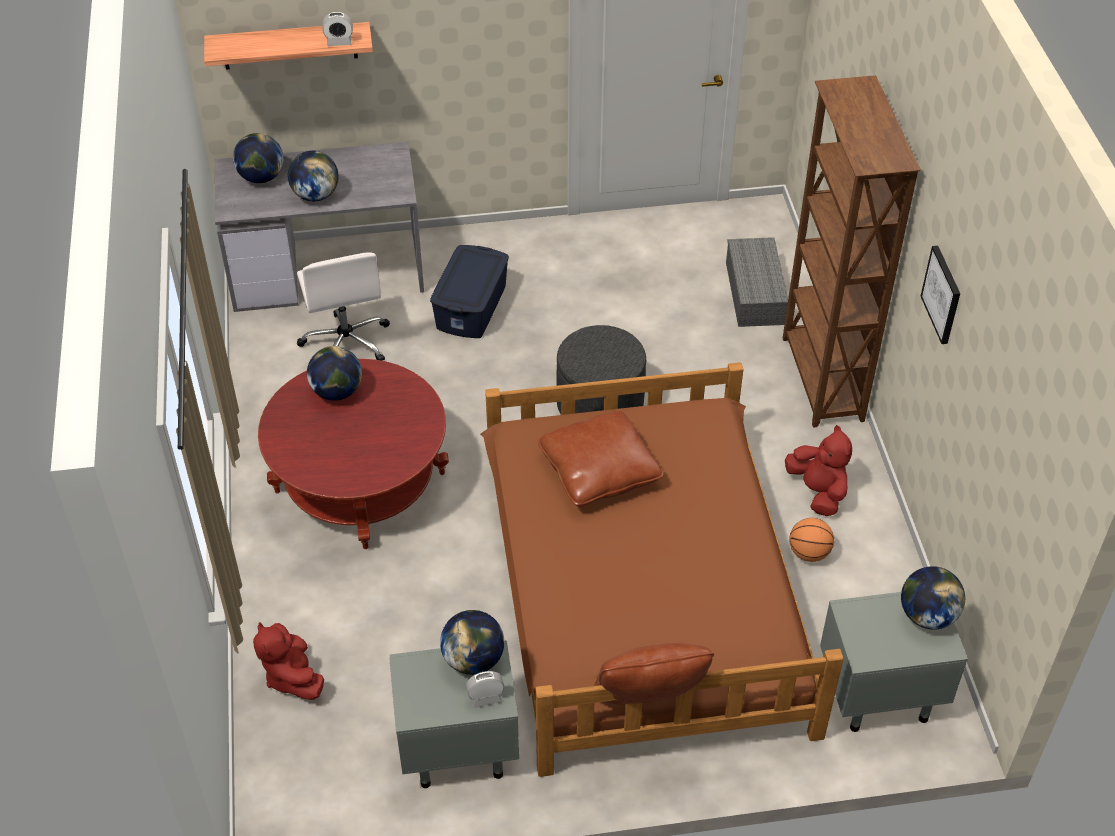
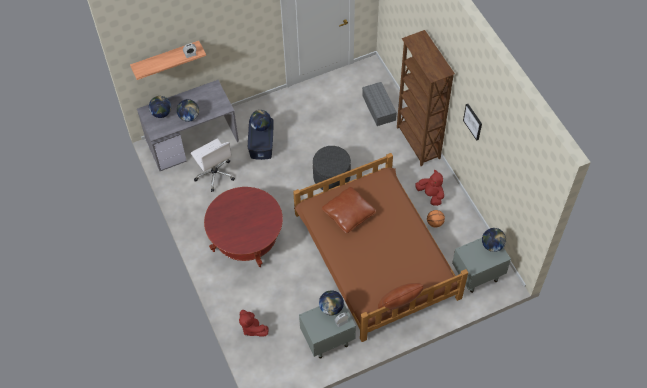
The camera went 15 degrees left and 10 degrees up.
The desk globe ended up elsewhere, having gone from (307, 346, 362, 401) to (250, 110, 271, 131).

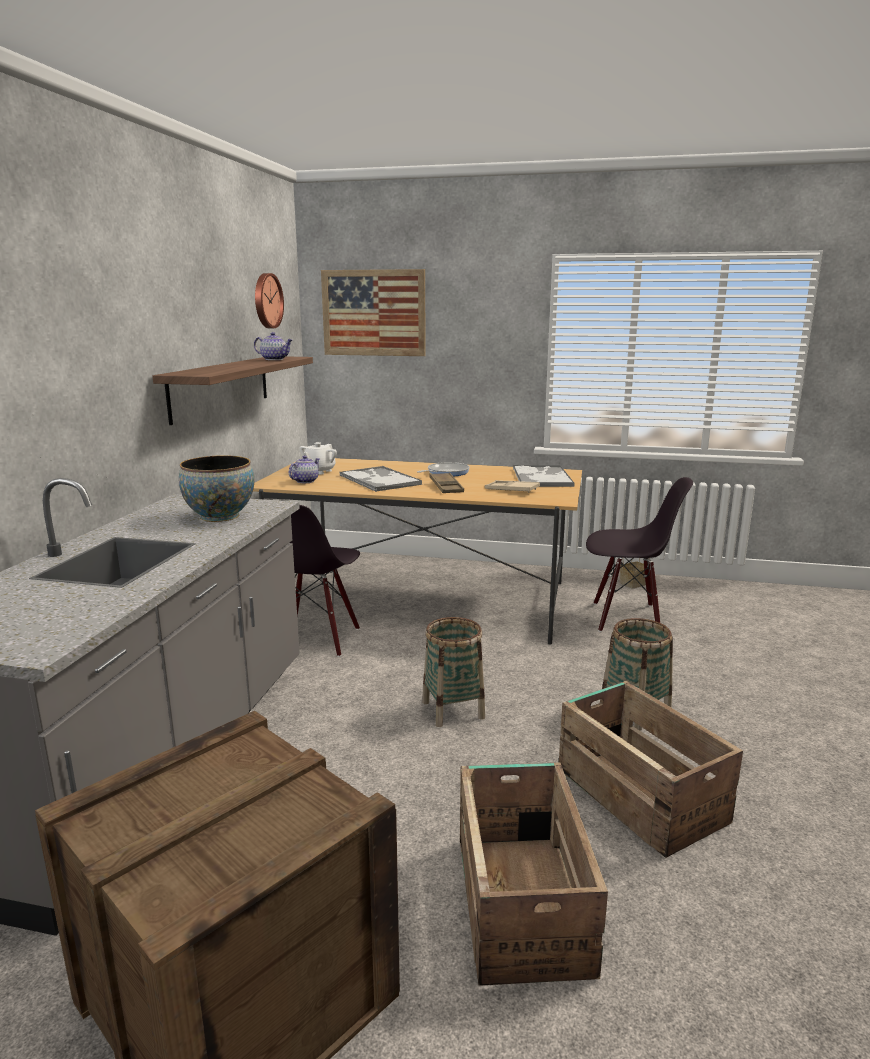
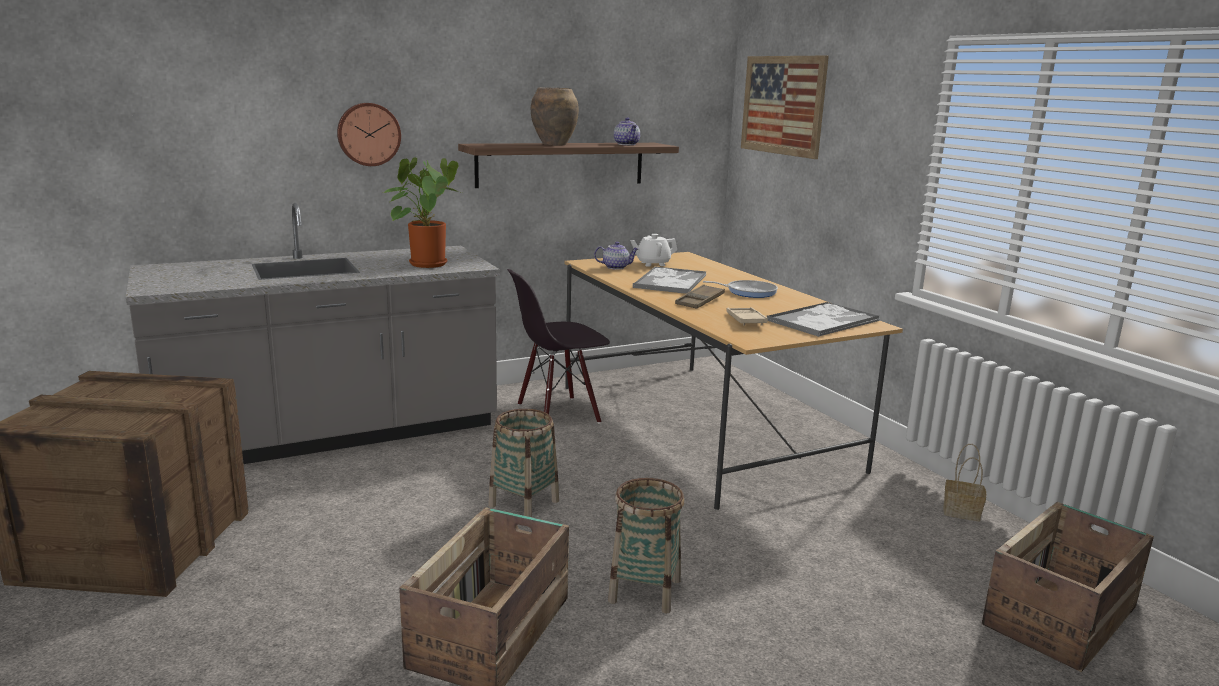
The camera went 50 degrees right and 0 degrees up.
The clock on the wall ended up elsewhere, having gone from (255, 273, 284, 328) to (337, 103, 401, 166).
Where the serving bowl stood at (179, 455, 254, 522), the plant in a pot came to stand at (384, 157, 462, 268).
The second view lost the chair (black-coloured) at (586, 477, 693, 632).
The packing crate ended up elsewhere, having gone from (460, 762, 608, 986) to (982, 502, 1154, 672).
The second view gained the vase (brownish) at (531, 88, 579, 146).

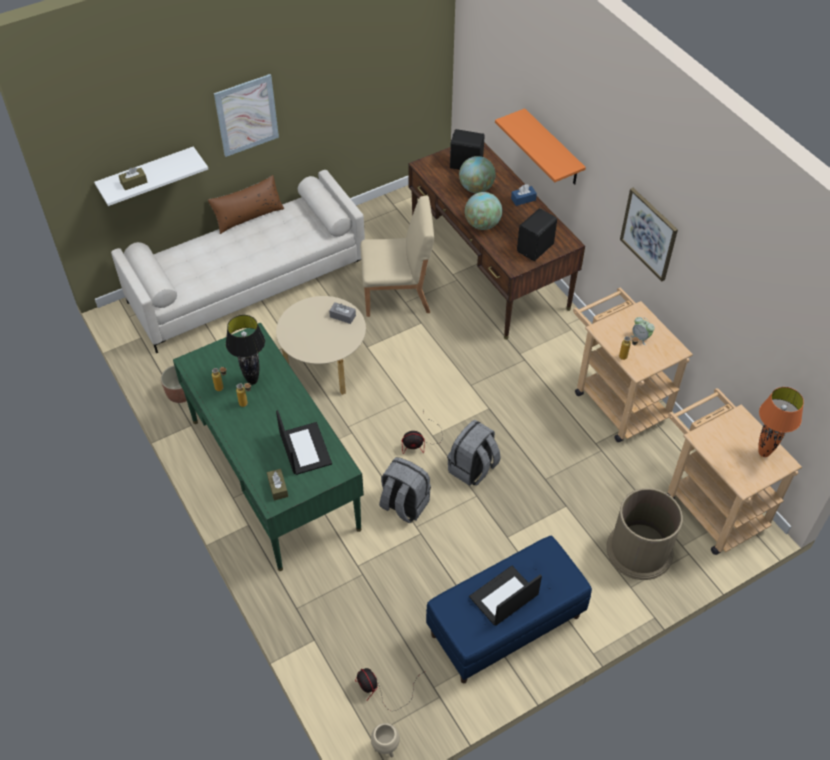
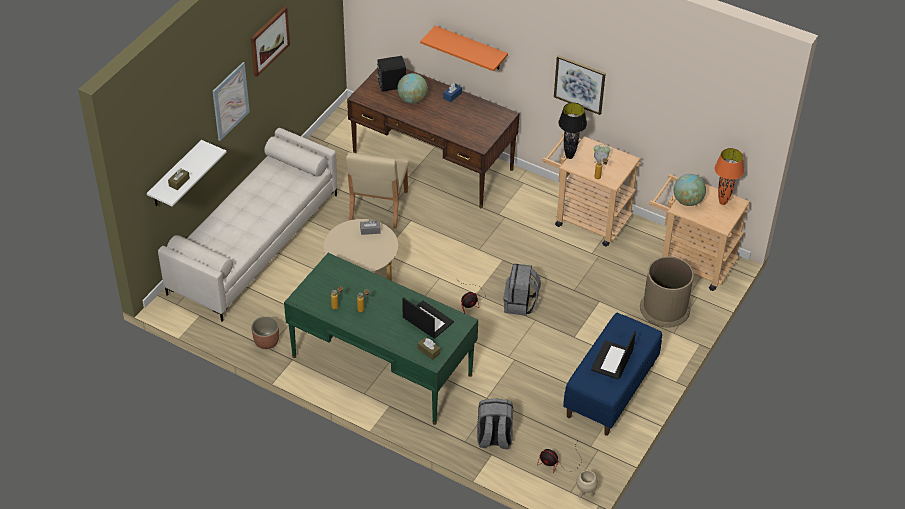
The camera went 30 degrees left and 5 degrees down.
The second view lost the cushion (brownish) at (208, 175, 284, 234).
The desk globe ended up elsewhere, having gone from (465, 192, 502, 230) to (674, 174, 706, 206).
The chair (beige) at (360, 196, 434, 317) ended up facing another way, 135 degrees clockwise from before.
The second view lost the loudspeaker (black-coloured) at (517, 209, 557, 261).
The lamp for a table (black-coloured) ended up elsewhere, having gone from (226, 315, 265, 385) to (558, 103, 587, 159).
The knapsack (grey) ended up elsewhere, having gone from (379, 457, 431, 524) to (477, 399, 513, 449).
The second view gained the picture at (251, 6, 290, 77).

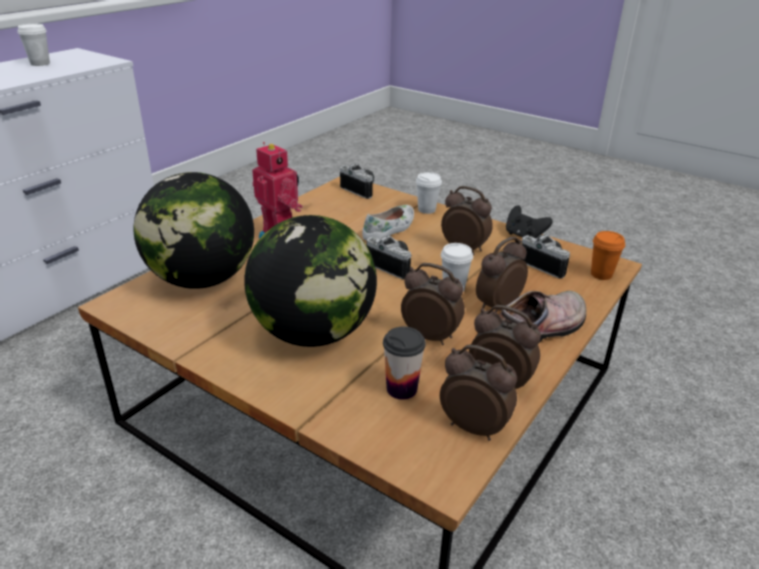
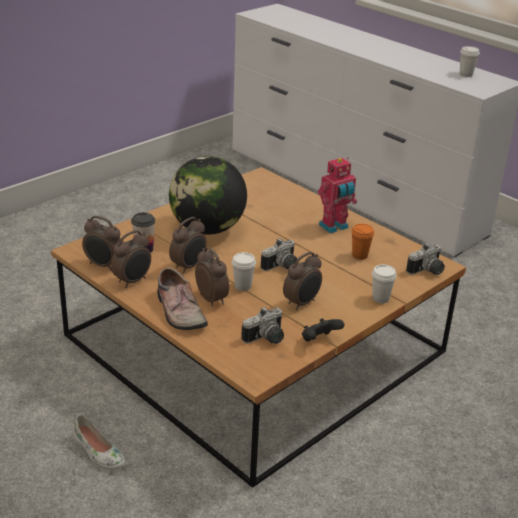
The camera went 100 degrees right and 0 degrees up.
The second view lost the desk globe at (133, 172, 254, 289).
The low shoe (white) ended up elsewhere, having gone from (362, 205, 414, 240) to (73, 415, 126, 470).
The small cup (orangey) ended up elsewhere, having gone from (591, 231, 625, 280) to (351, 224, 374, 260).
The table clock at (440, 345, 517, 441) ended up facing another way, 75 degrees clockwise from before.

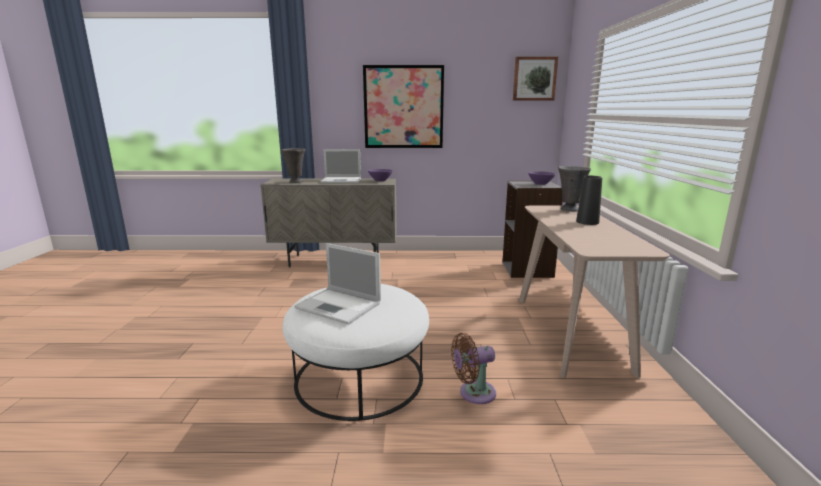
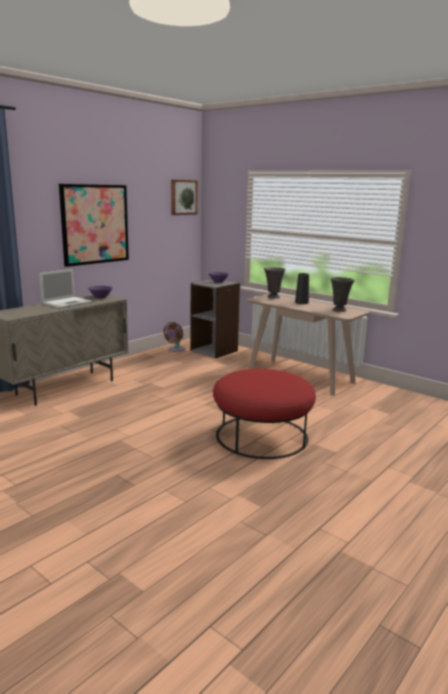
The camera went 50 degrees left and 0 degrees up.
The vase (grey) ended up elsewhere, having gone from (280, 148, 305, 183) to (331, 277, 354, 312).
The second view lost the notebook computer at (294, 243, 381, 325).
What was the footrest (white) at (283, 284, 429, 421) turned into the footrest (red-coloured) at (213, 369, 316, 459).
The electric fan (brownish) ended up elsewhere, having gone from (451, 333, 496, 404) to (163, 322, 185, 352).

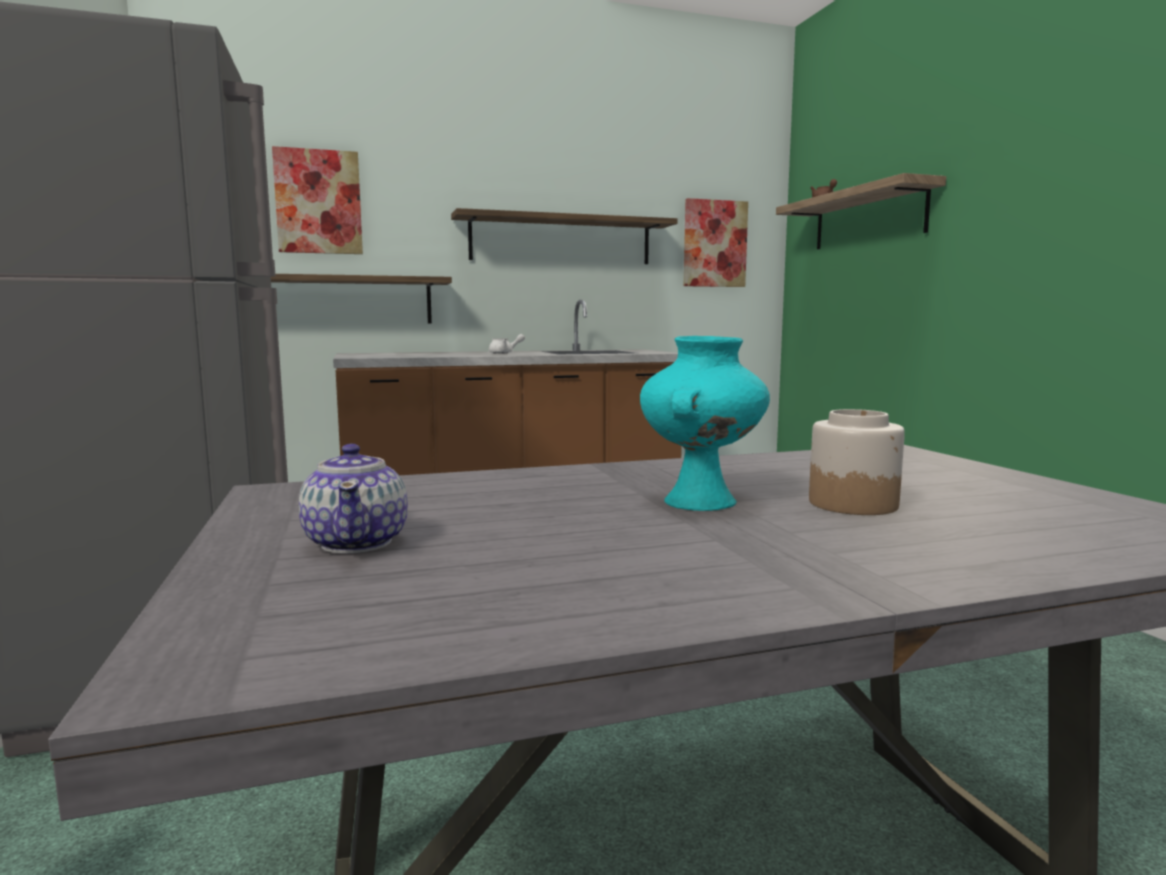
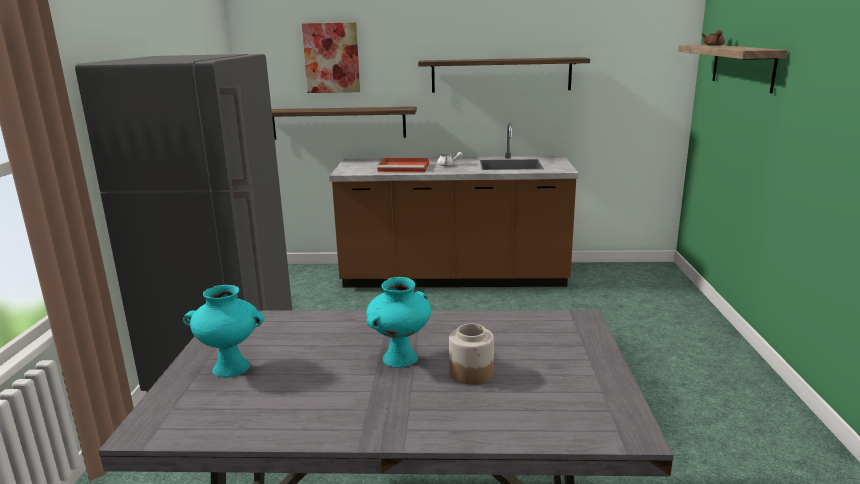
The camera went 20 degrees right and 10 degrees up.
The second view lost the picture at (684, 198, 748, 287).
Where the pot for tea stood at (299, 444, 408, 554), the vase (turquoise) came to stand at (183, 285, 264, 378).
The second view gained the carrying tray (red-coloured) at (377, 158, 429, 172).

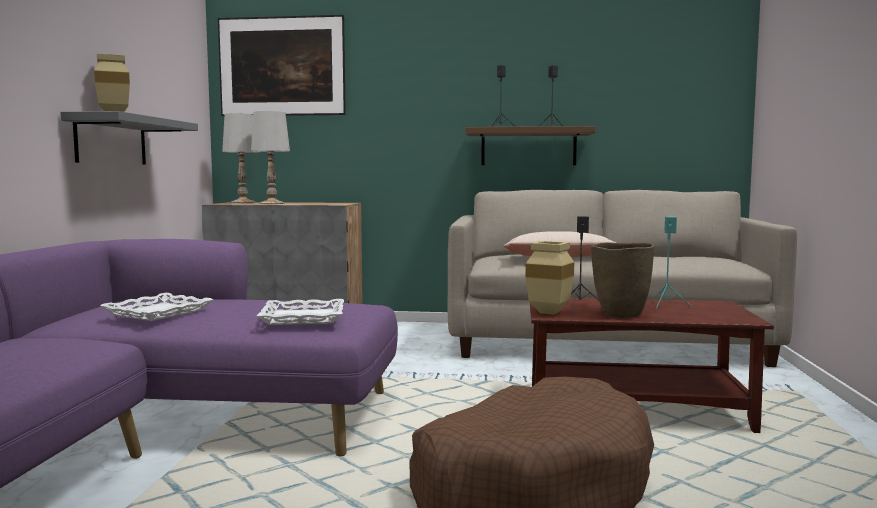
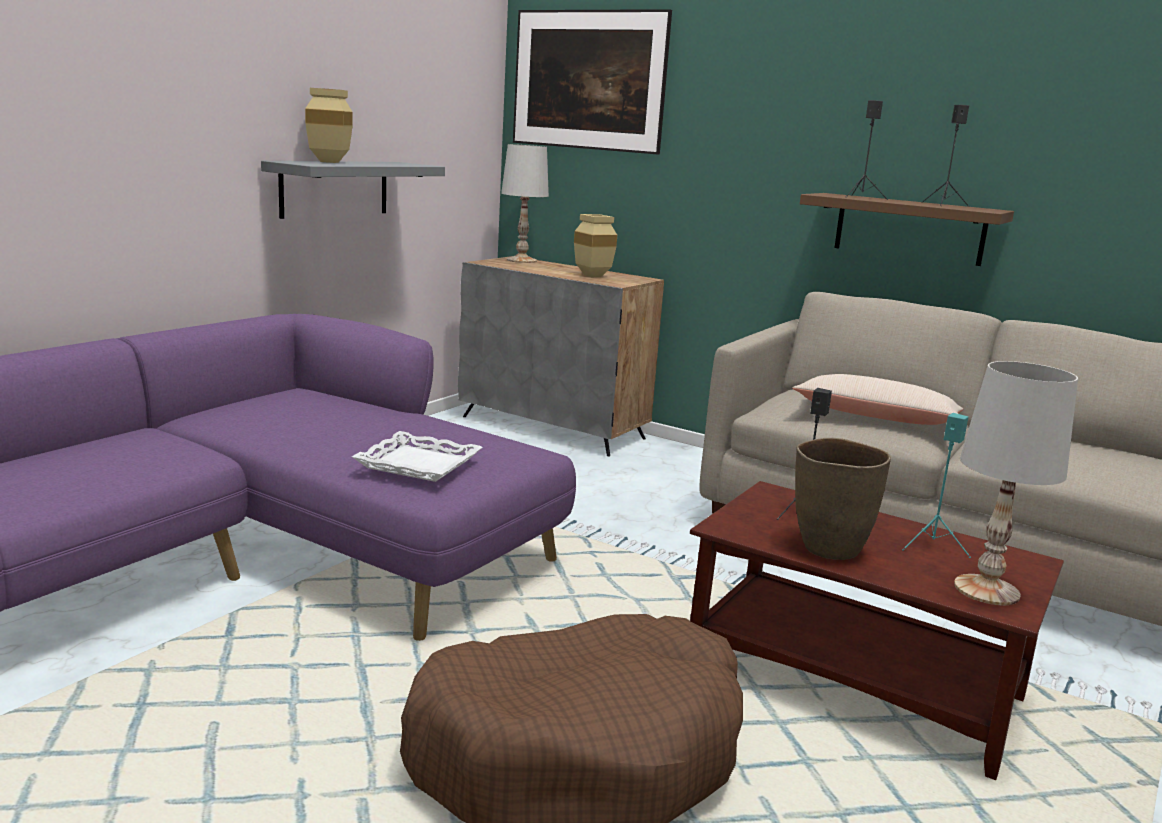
The camera went 25 degrees right and 10 degrees up.
The lamp for a table (white) ended up elsewhere, having gone from (251, 111, 290, 204) to (954, 361, 1078, 605).
The vase (beige) ended up elsewhere, having gone from (525, 241, 574, 315) to (574, 214, 617, 277).
The second view lost the carrying tray (white) at (100, 293, 213, 321).

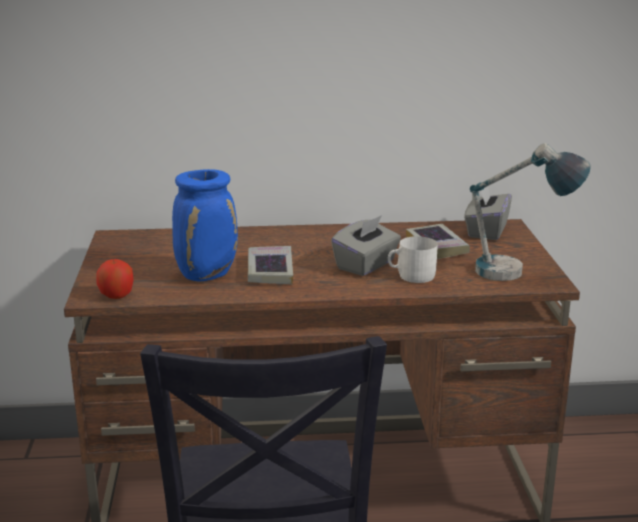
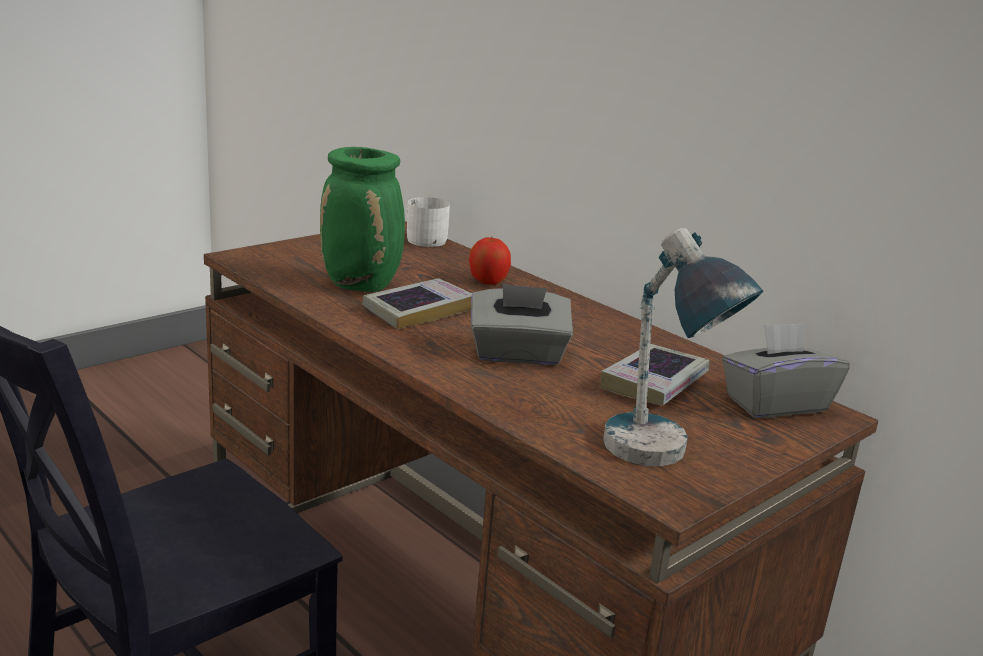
The camera went 50 degrees right and 0 degrees up.
What was the vase (blue-coloured) at (172, 169, 238, 281) turned into the vase (green-coloured) at (320, 147, 405, 292).
The coffee mug (white) ended up elsewhere, having gone from (388, 236, 438, 283) to (407, 197, 450, 247).
The apple ended up elsewhere, having gone from (97, 259, 134, 299) to (469, 237, 511, 285).

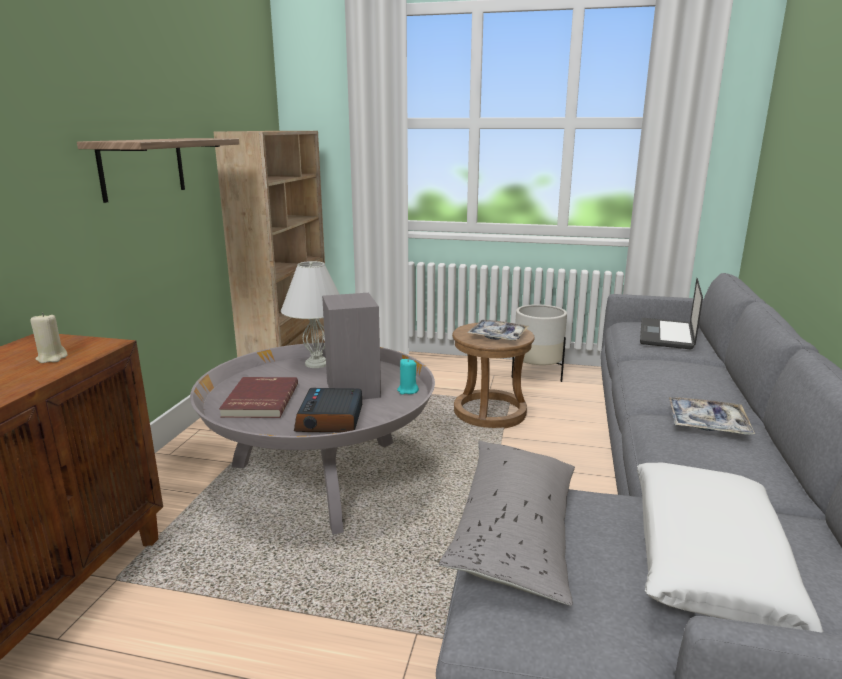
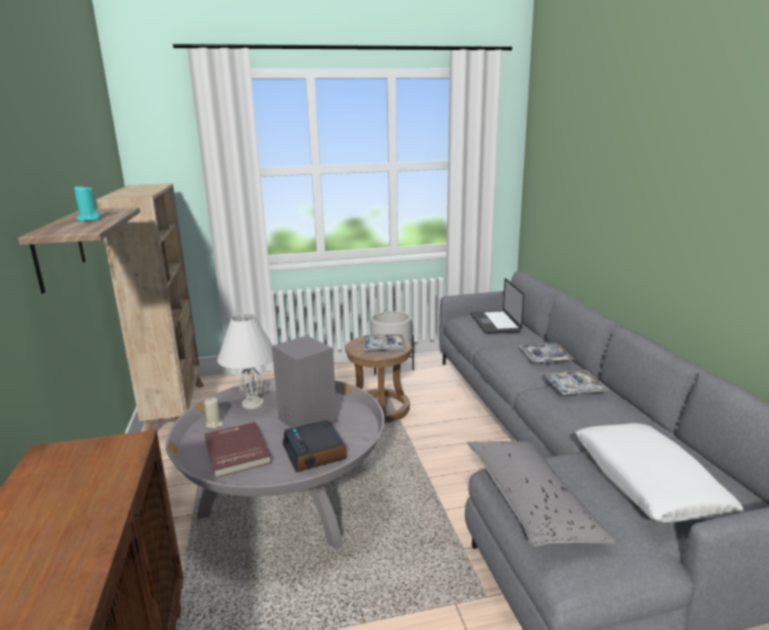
The camera went 25 degrees left and 0 degrees up.
The wax candle (beige) ended up elsewhere, having gone from (30, 312, 68, 363) to (204, 397, 224, 429).
The wax candle (turquoise) ended up elsewhere, having gone from (397, 358, 419, 395) to (74, 184, 101, 222).
The second view gained the carrying tray at (519, 342, 574, 364).

